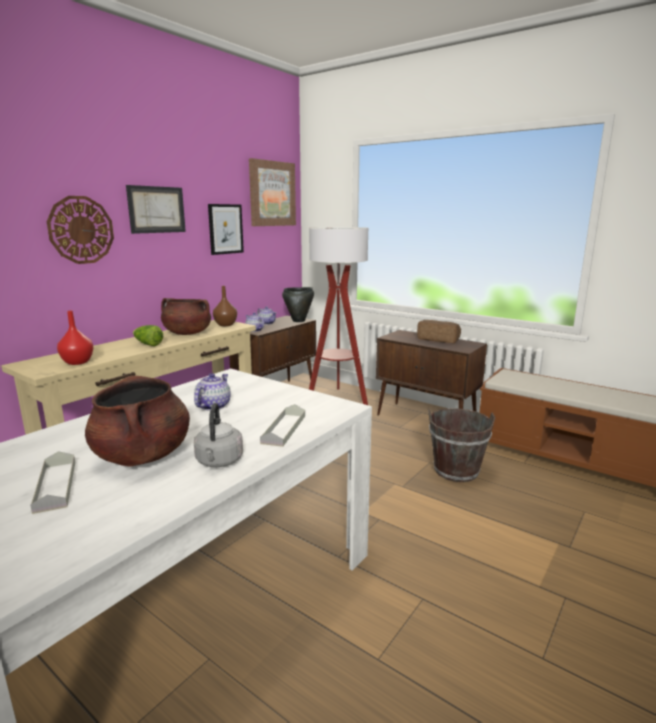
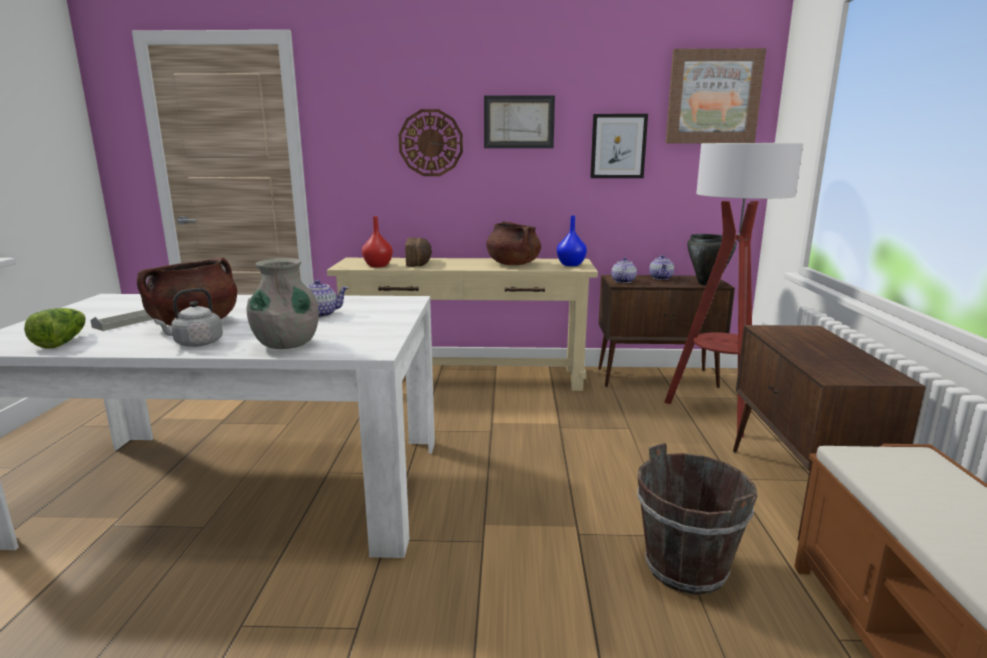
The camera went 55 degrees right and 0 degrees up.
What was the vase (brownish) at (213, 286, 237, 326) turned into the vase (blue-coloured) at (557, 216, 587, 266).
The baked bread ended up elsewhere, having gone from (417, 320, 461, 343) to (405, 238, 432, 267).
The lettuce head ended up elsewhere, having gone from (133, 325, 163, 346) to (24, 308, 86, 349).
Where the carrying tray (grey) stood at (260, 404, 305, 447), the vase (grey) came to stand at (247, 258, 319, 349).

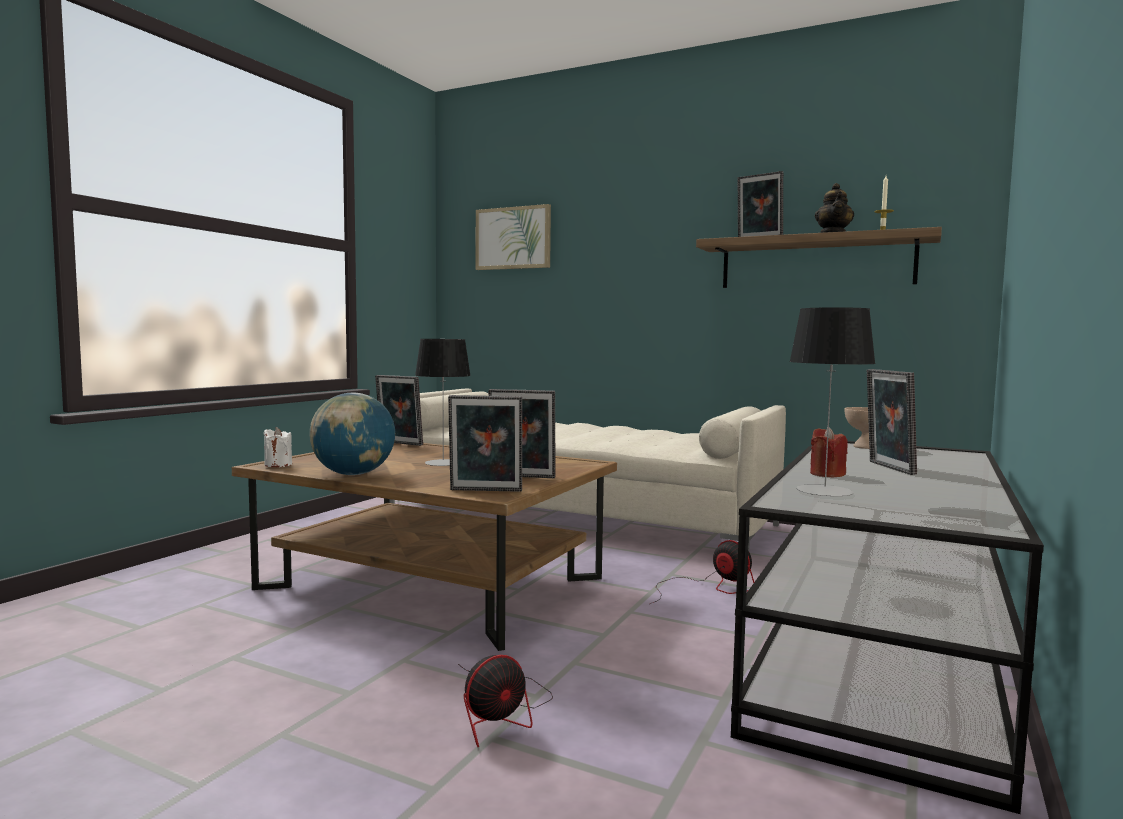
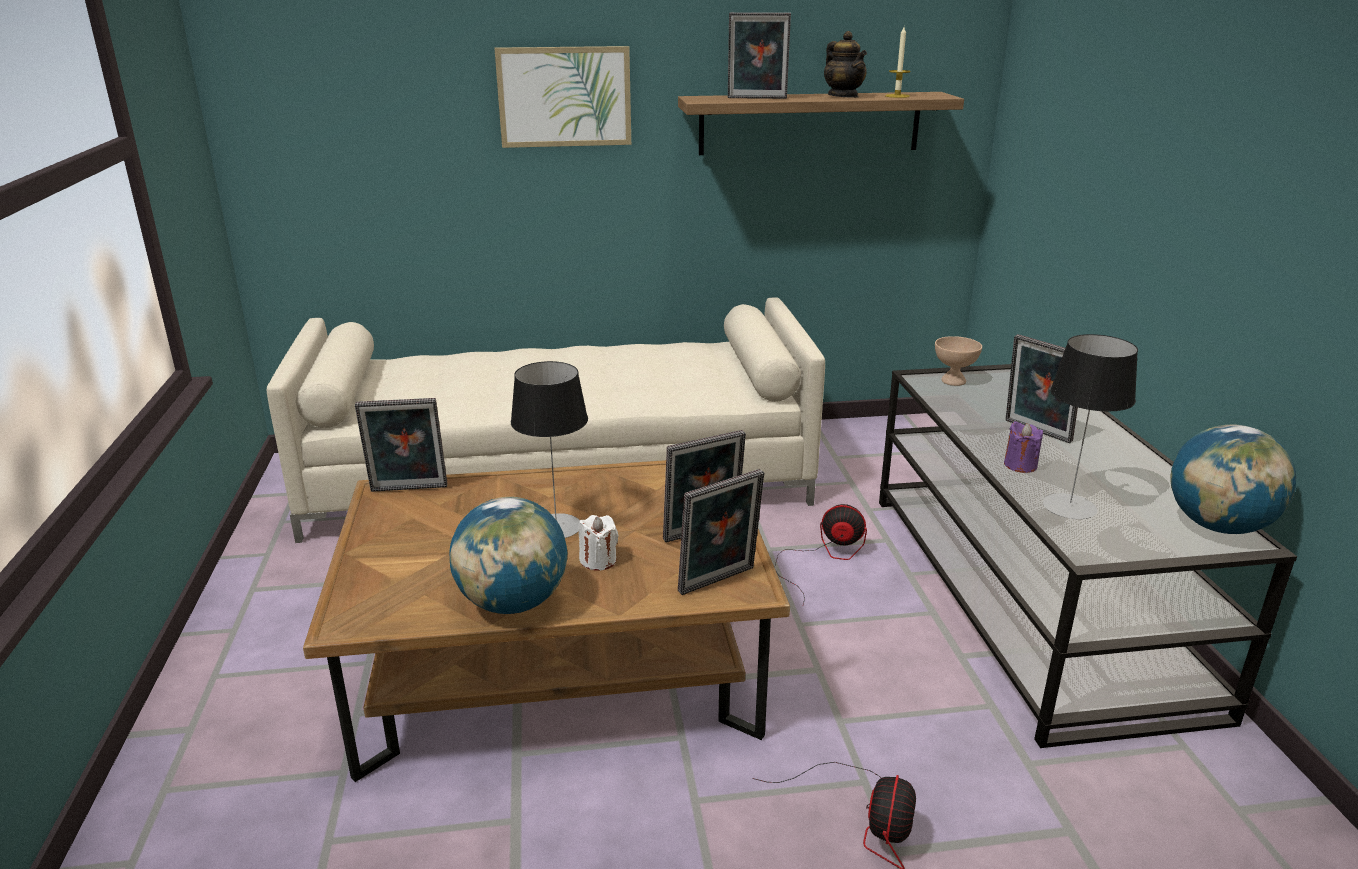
The camera went 35 degrees left and 20 degrees up.
The picture ended up elsewhere, having gone from (476, 204, 551, 270) to (494, 46, 631, 148).
The wax candle (white) ended up elsewhere, having gone from (263, 427, 292, 467) to (579, 515, 618, 571).
What was the wax candle (red-coloured) at (810, 427, 848, 477) turned into the wax candle (purplish) at (1004, 421, 1043, 473).
The second view gained the desk globe at (1170, 425, 1296, 534).

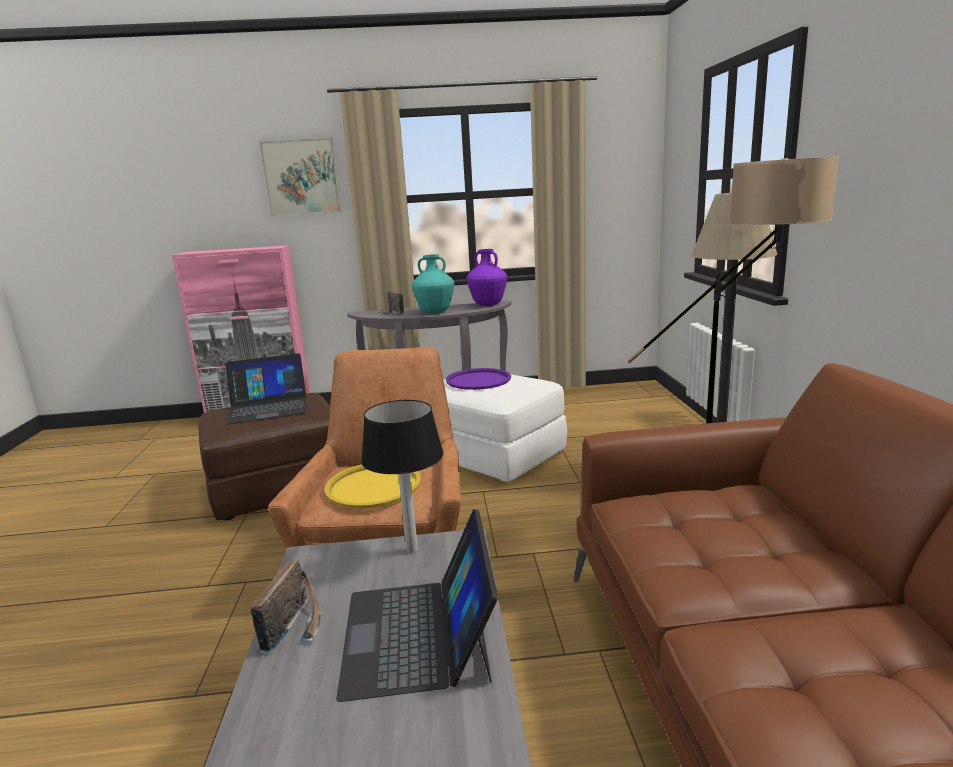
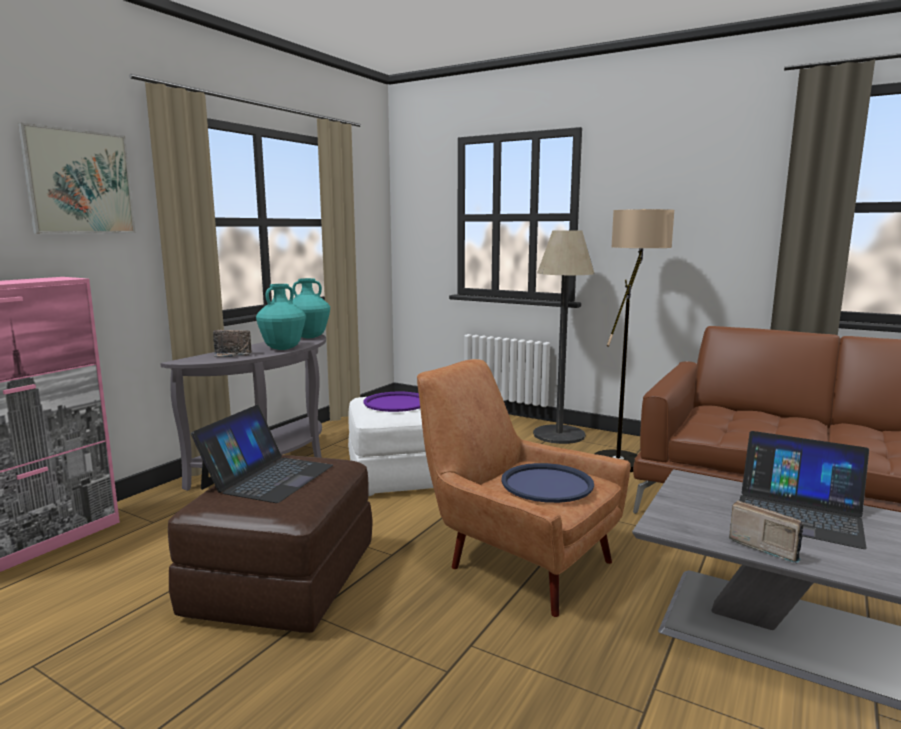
The camera went 55 degrees left and 5 degrees down.
What was the vase (purplish) at (466, 249, 507, 306) turned into the vase (turquoise) at (293, 278, 330, 338).
The second view lost the lamp for a table at (361, 400, 444, 553).
What was the carrying tray (yellowish) at (324, 464, 421, 508) turned into the carrying tray (blue-coloured) at (501, 463, 594, 503).

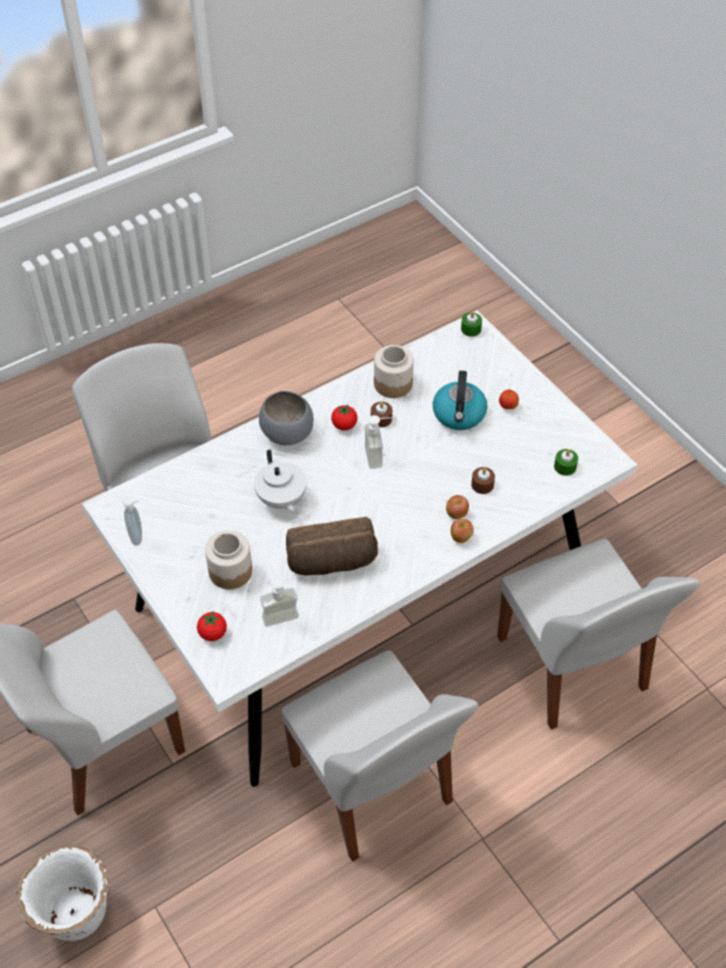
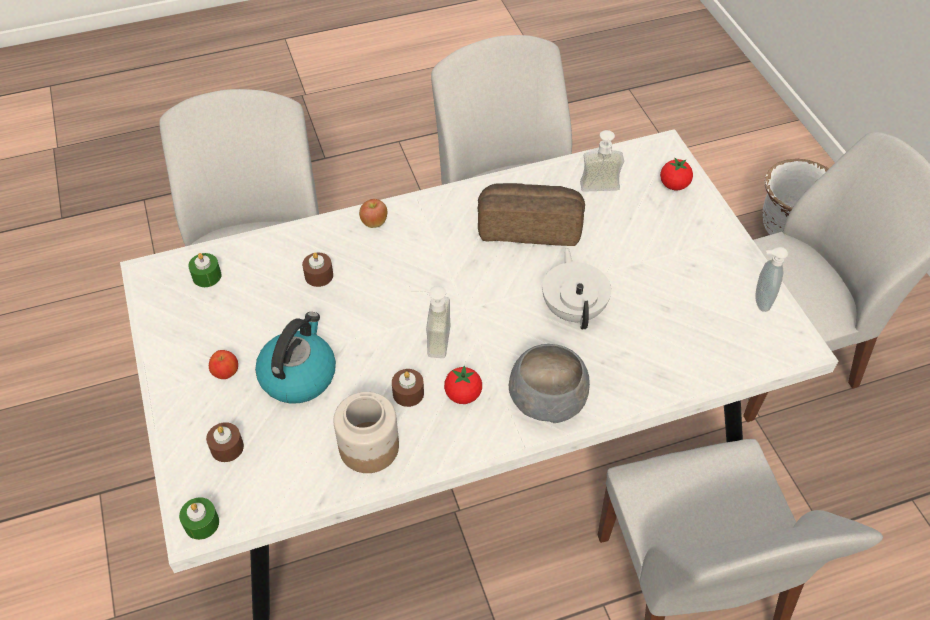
The camera went 165 degrees left and 0 degrees up.
The second view lost the apple at (446, 495, 469, 519).
The second view lost the preserve jar at (205, 530, 252, 589).
The second view gained the wax candle (brownish) at (206, 422, 244, 462).

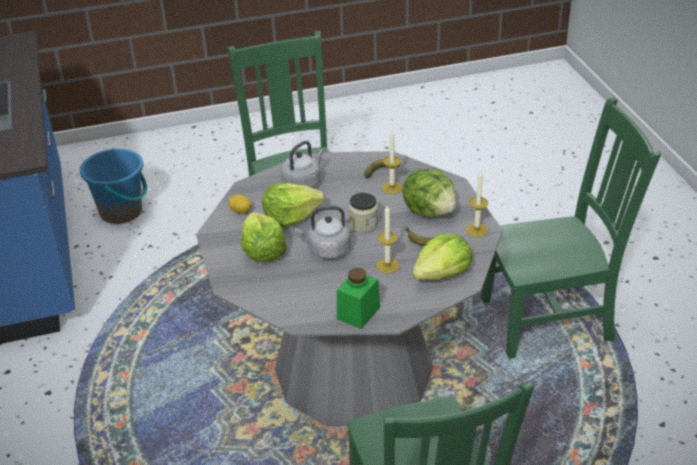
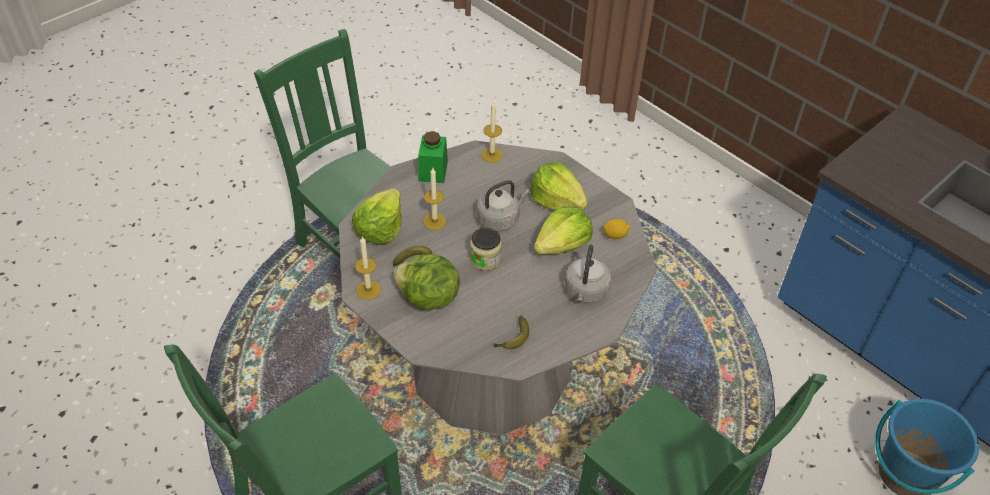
The camera went 150 degrees right and 10 degrees up.
The wax candle ended up elsewhere, having gone from (382, 131, 403, 194) to (482, 101, 503, 163).

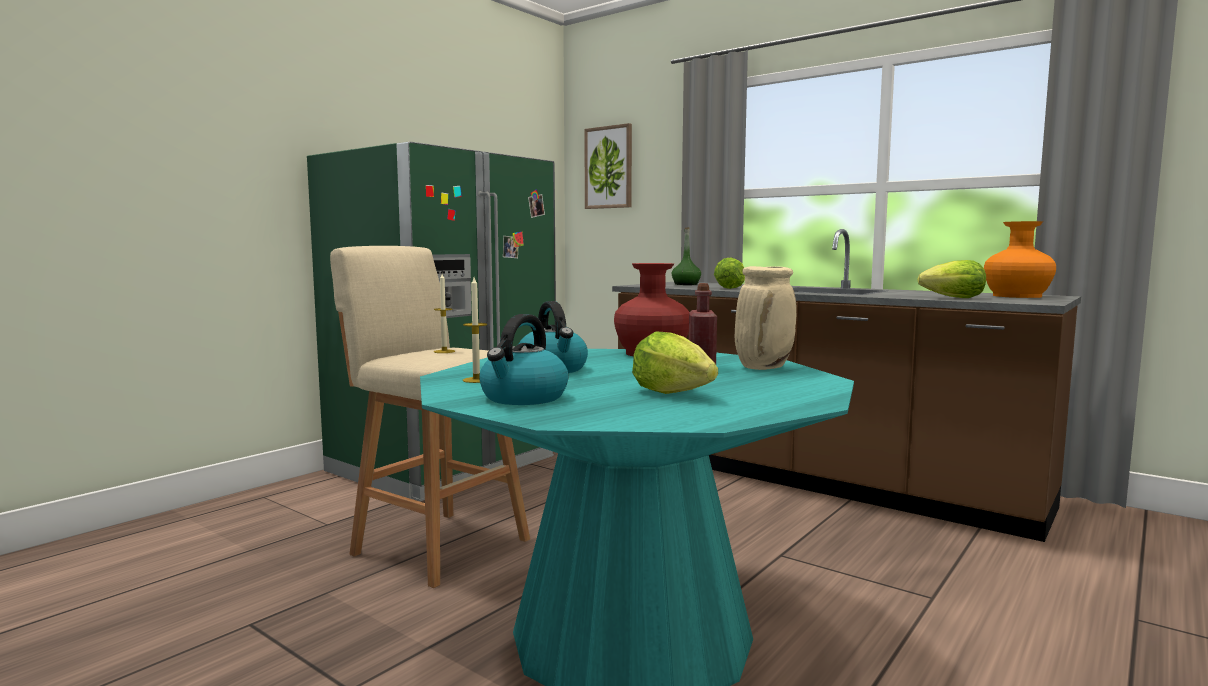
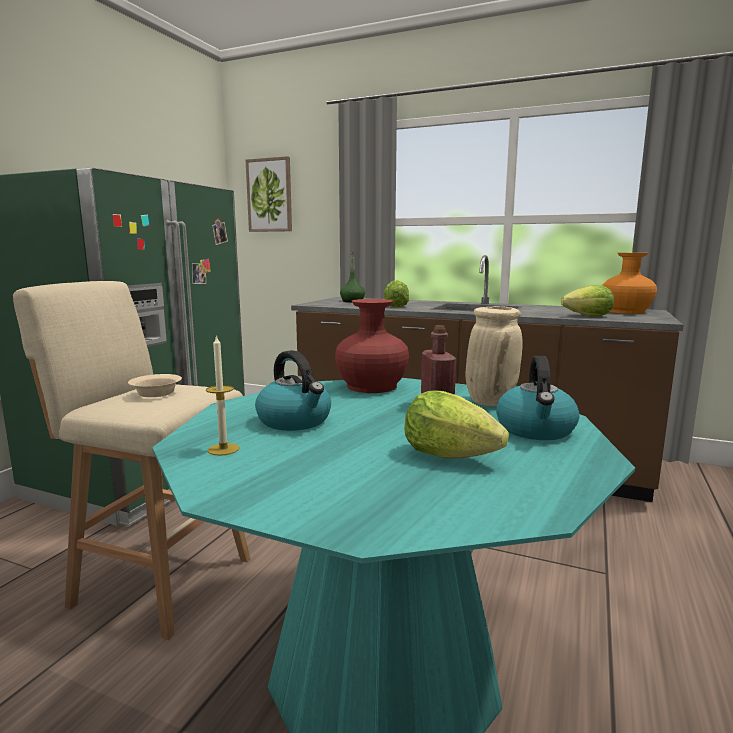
The camera went 15 degrees left and 5 degrees up.
Where the wax candle stood at (434, 274, 455, 353), the serving bowl (beige) came to stand at (128, 374, 182, 397).
The water kettle ended up elsewhere, having gone from (479, 314, 569, 405) to (496, 356, 579, 440).

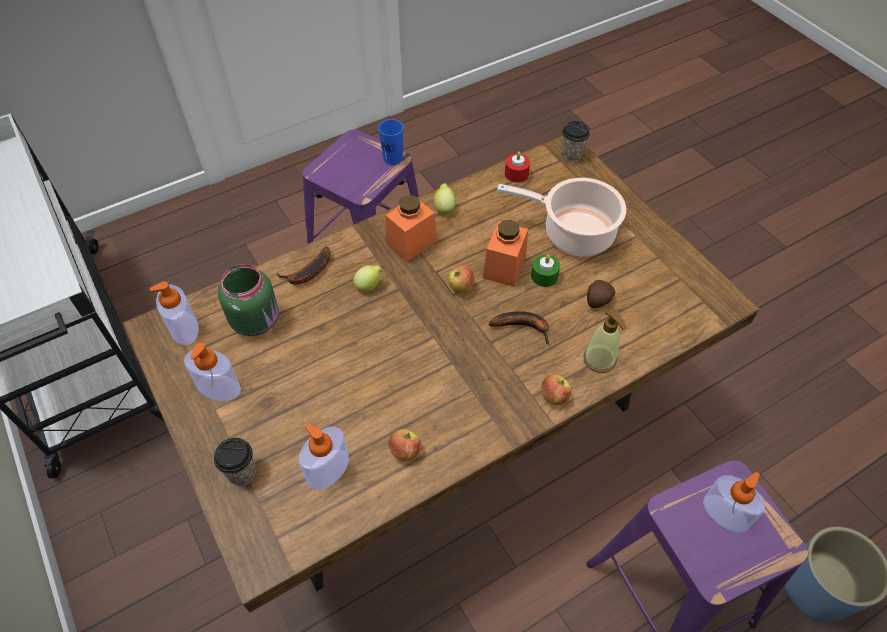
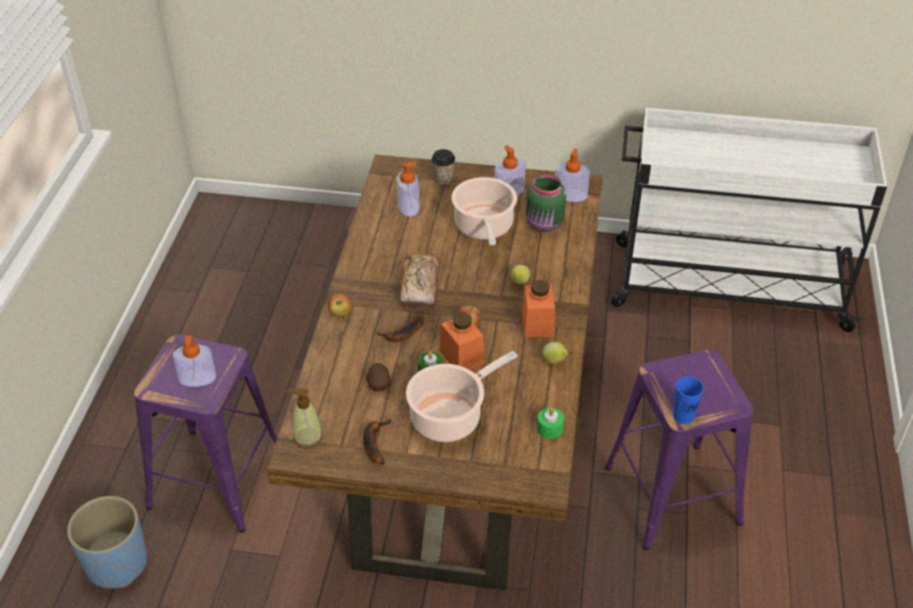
The camera went 130 degrees right and 10 degrees down.
The second view lost the small cup at (562, 121, 590, 162).
What was the wax candle (red-coloured) at (505, 151, 530, 182) turned into the wax candle (green-coloured) at (537, 408, 564, 439).
The whole banana ended up elsewhere, having gone from (277, 246, 331, 285) to (363, 419, 392, 465).
The soap bottle ended up elsewhere, having gone from (584, 308, 627, 373) to (286, 388, 323, 448).
The second view lost the apple at (388, 429, 421, 461).
The second view gained the stockpot at (452, 177, 517, 245).
The second view gained the baked bread at (400, 253, 440, 309).

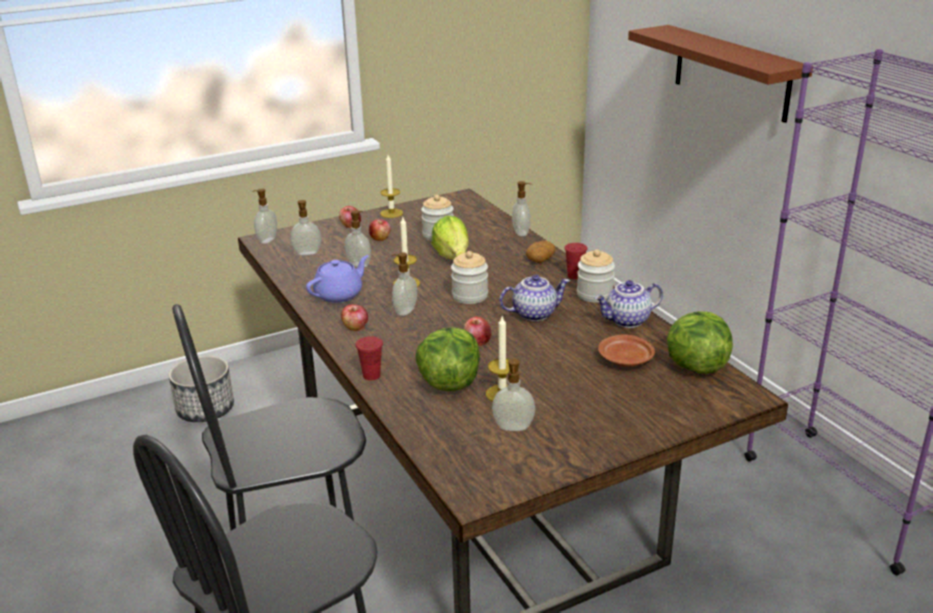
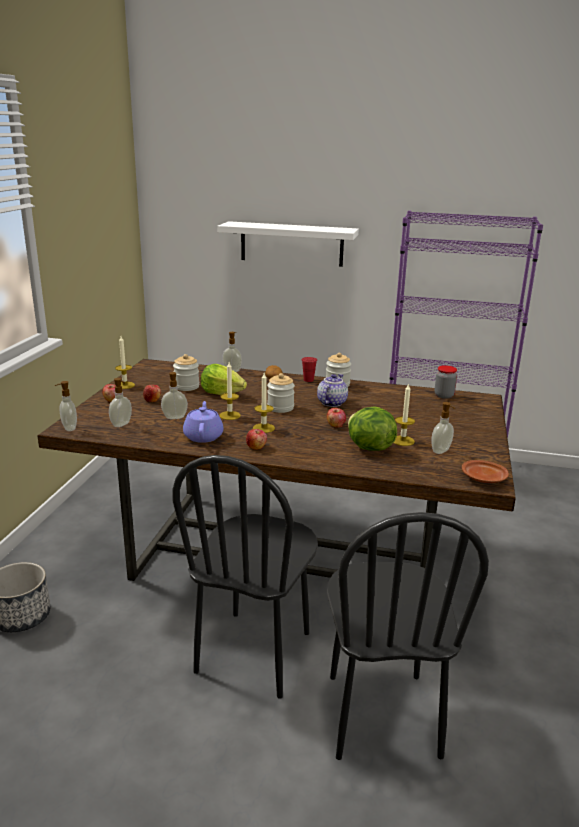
The camera went 50 degrees left and 5 degrees down.
What was the wall shelf (brownish) at (628, 25, 813, 123) turned into the wall shelf (white) at (217, 221, 359, 267).
Where the soap bottle stood at (392, 252, 417, 316), the wax candle came to stand at (253, 373, 275, 433).
The second view lost the pot for tea at (595, 280, 663, 328).
Where the lettuce head stood at (667, 311, 733, 374), the preserve jar came to stand at (435, 365, 457, 399).
The dinner plate (brownish) ended up elsewhere, having gone from (598, 335, 655, 367) to (462, 460, 509, 483).
The second view lost the small cup (red-coloured) at (355, 336, 383, 380).

